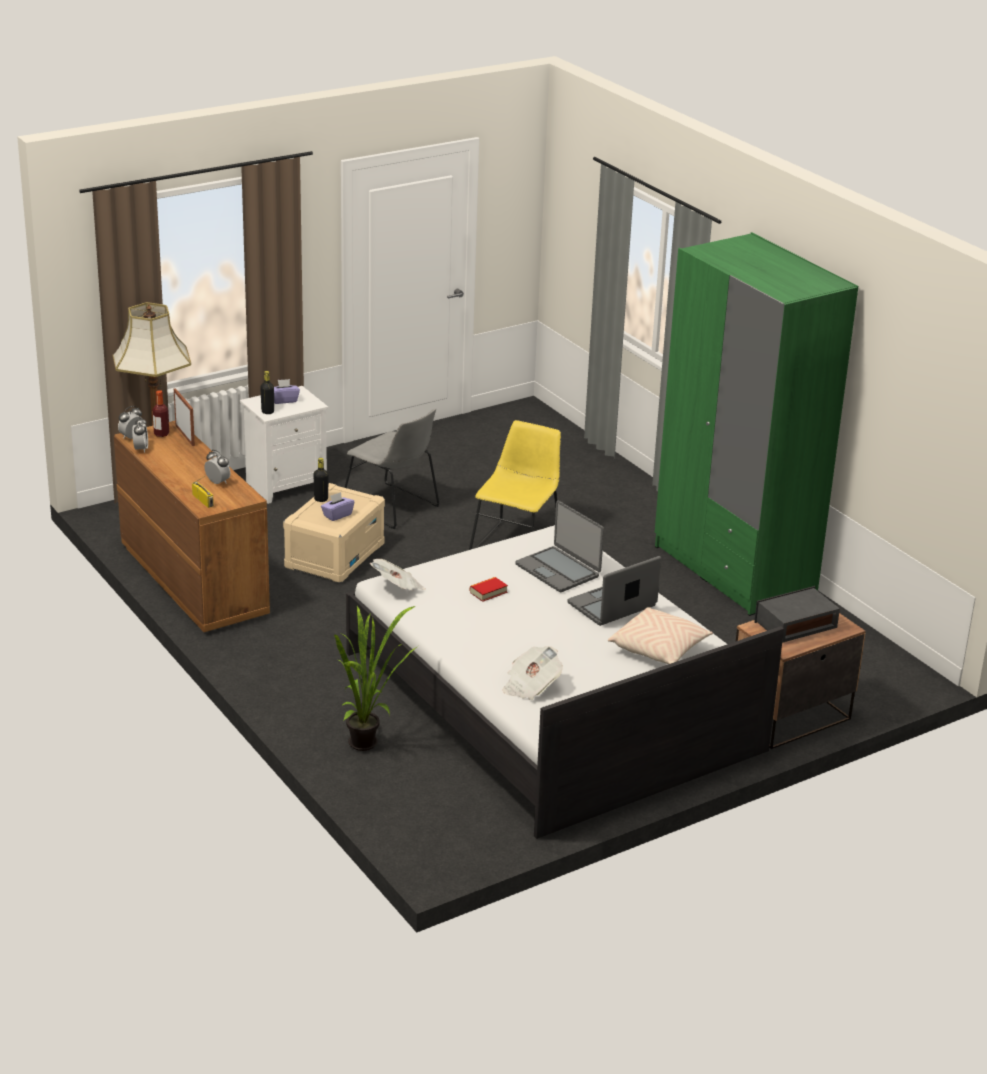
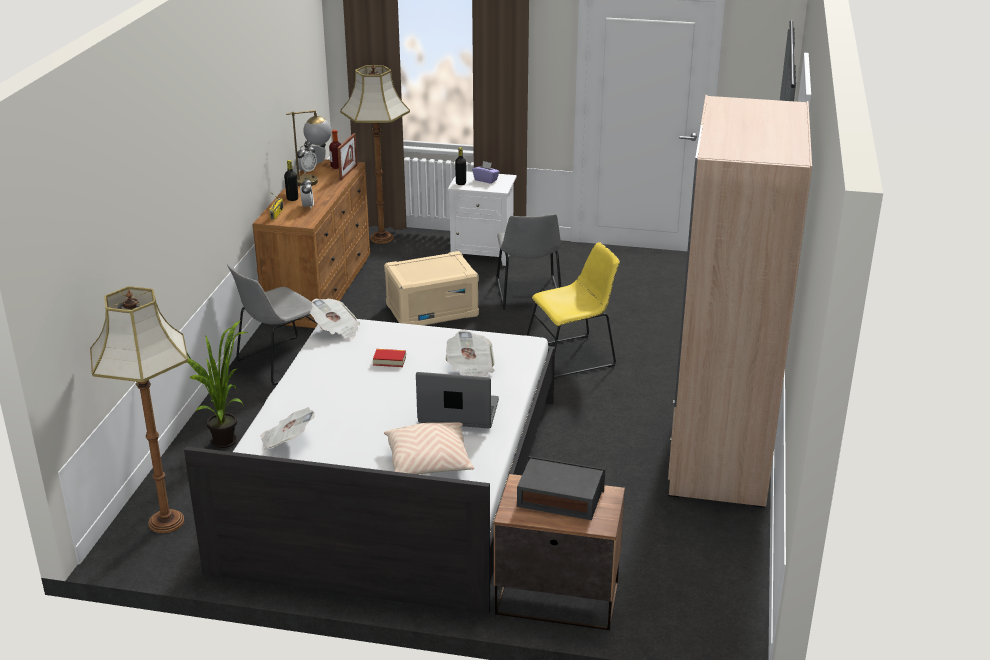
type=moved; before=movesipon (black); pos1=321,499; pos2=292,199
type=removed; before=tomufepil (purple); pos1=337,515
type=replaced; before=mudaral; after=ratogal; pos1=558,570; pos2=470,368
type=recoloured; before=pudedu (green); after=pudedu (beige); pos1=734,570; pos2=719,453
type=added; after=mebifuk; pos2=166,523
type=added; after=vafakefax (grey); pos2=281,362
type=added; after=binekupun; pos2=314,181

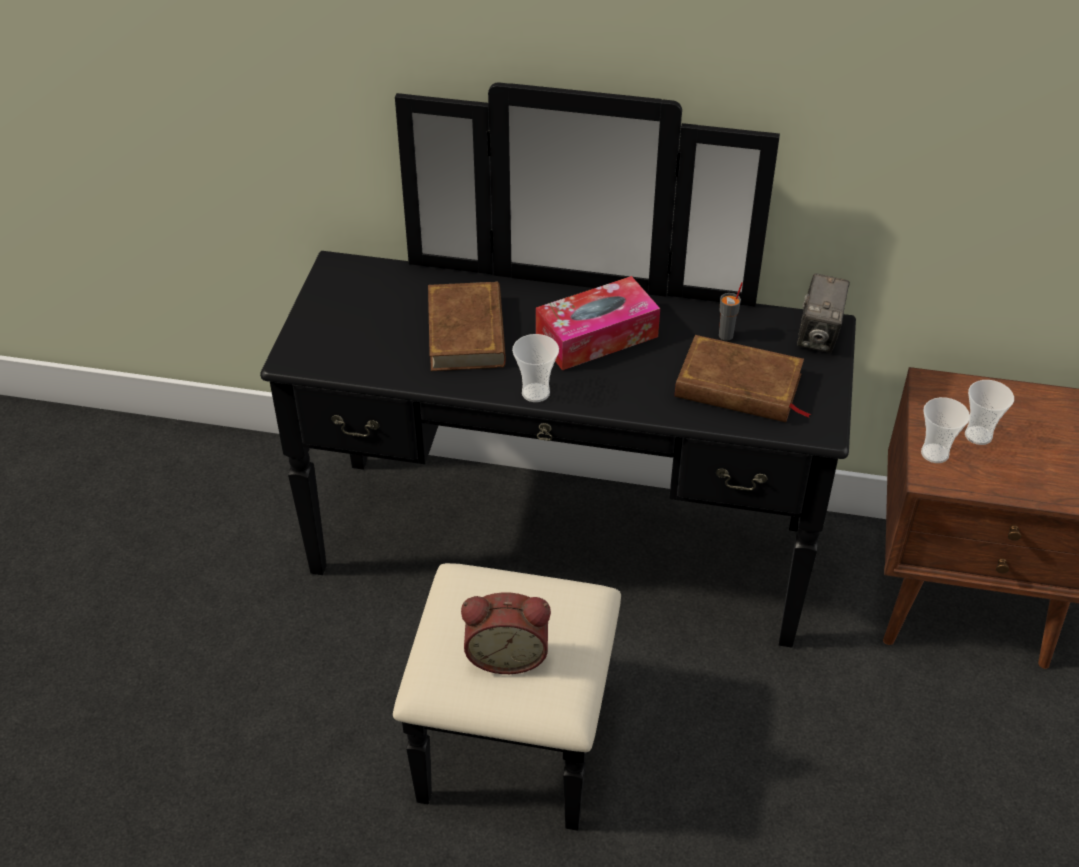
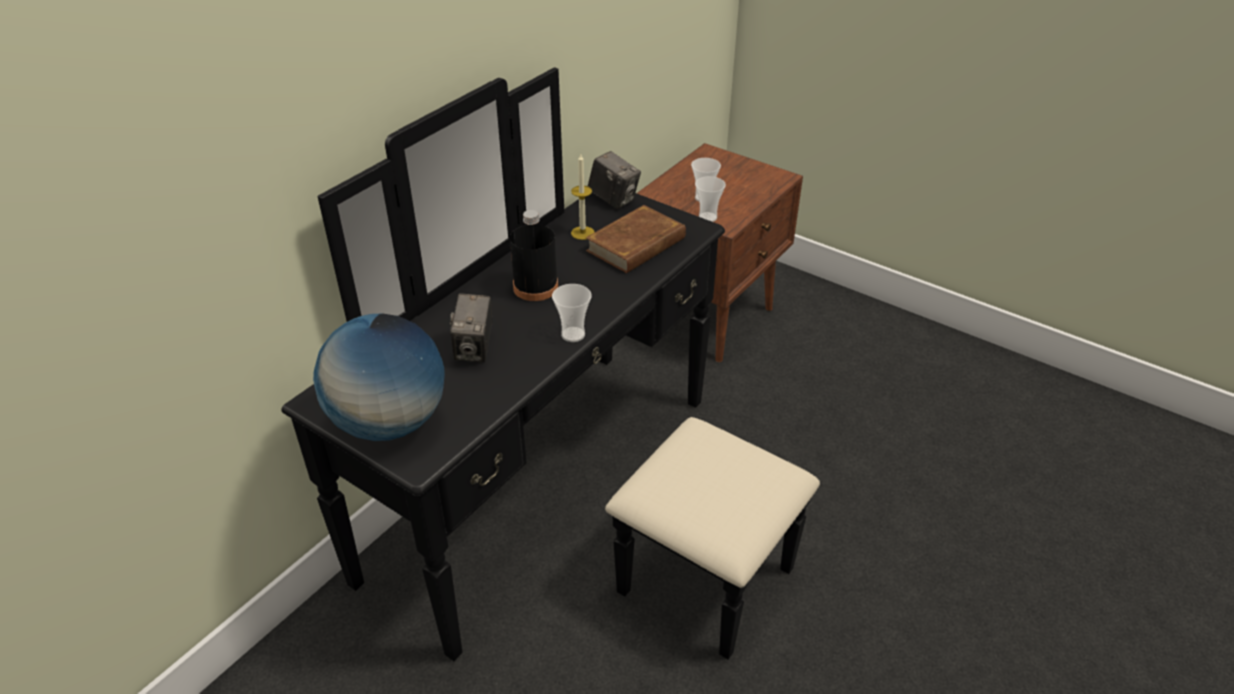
type=replaced; before=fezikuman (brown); after=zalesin; pos1=467,332; pos2=474,349
type=removed; before=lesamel; pos1=507,654
type=replaced; before=tomufepil; after=movesipon (black); pos1=596,336; pos2=535,287
type=replaced; before=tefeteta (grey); after=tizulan; pos1=726,335; pos2=582,233
type=added; after=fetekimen; pos2=389,422

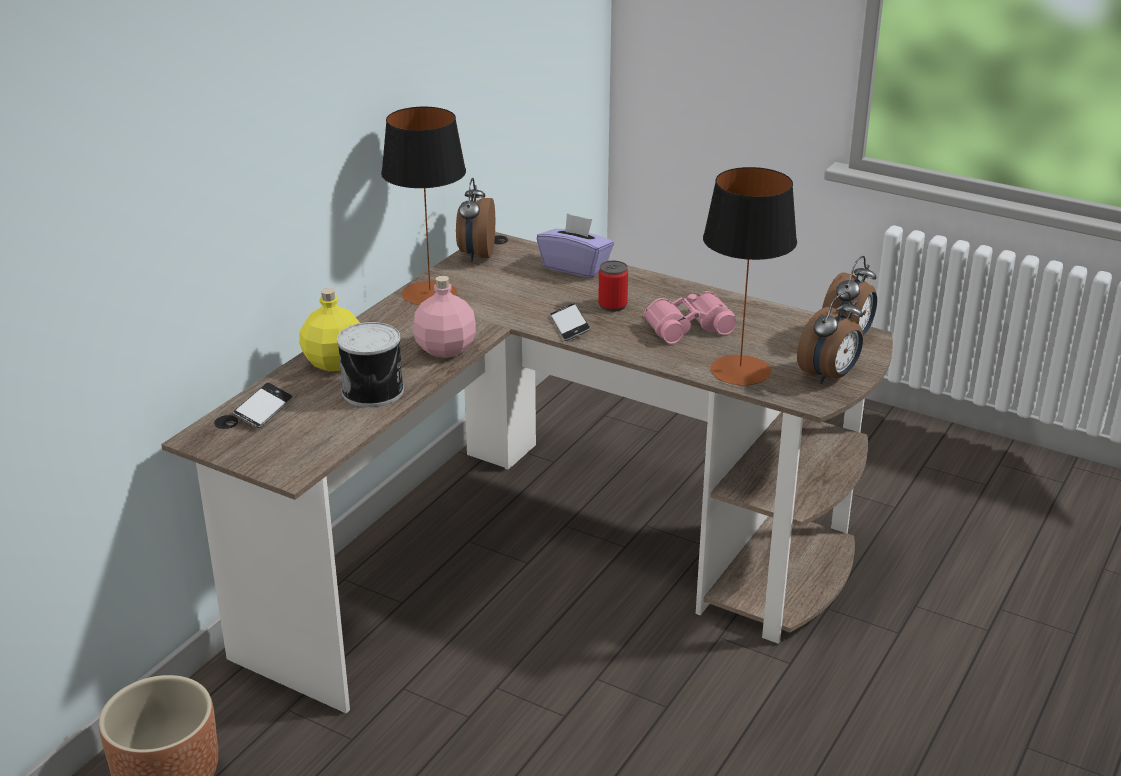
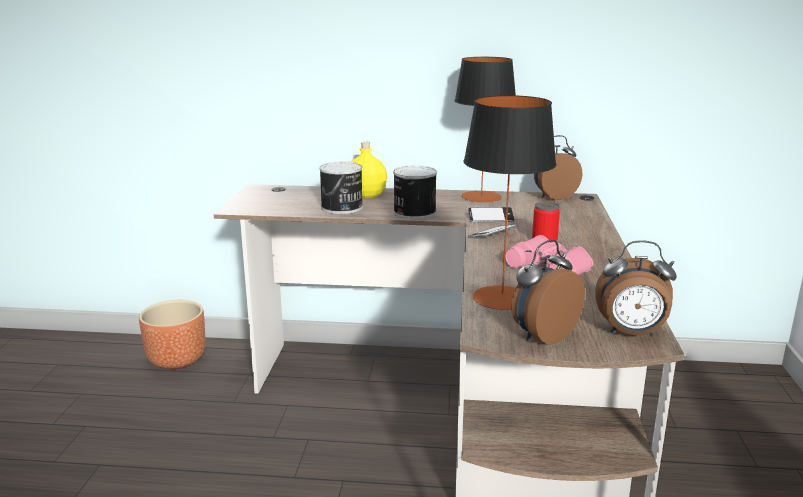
type=moved; before=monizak; pos1=263,410; pos2=490,219
type=replaced; before=movesipon (pink); after=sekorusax; pos1=444,349; pos2=413,212
type=removed; before=tomufepil (purple); pos1=575,267
type=turned; before=lesamel; pos1=829,376; pos2=542,336; turn=120

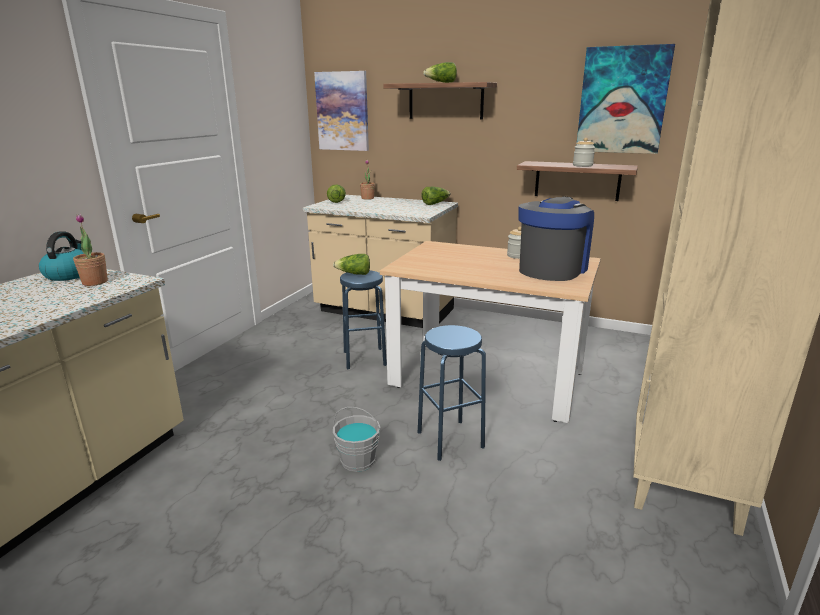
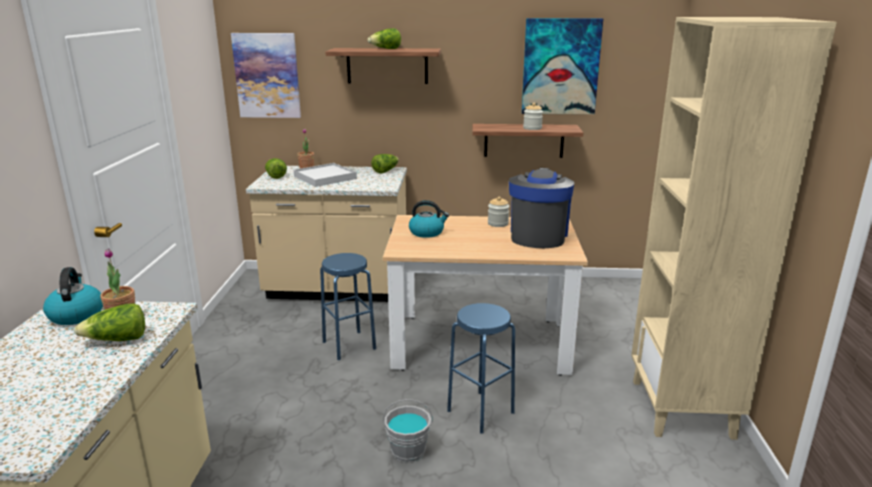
type=moved; before=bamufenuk; pos1=354,274; pos2=117,340
type=added; after=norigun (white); pos2=325,177
type=added; after=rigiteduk; pos2=427,232

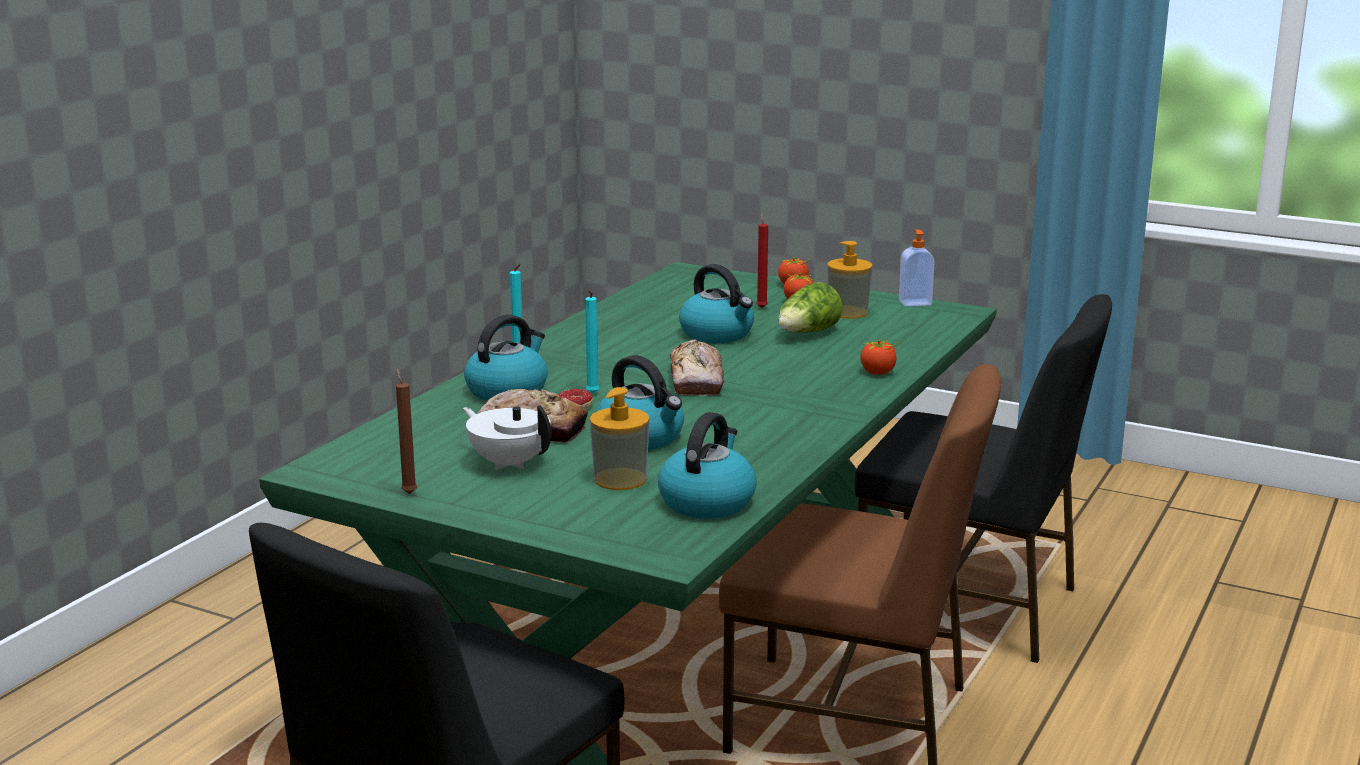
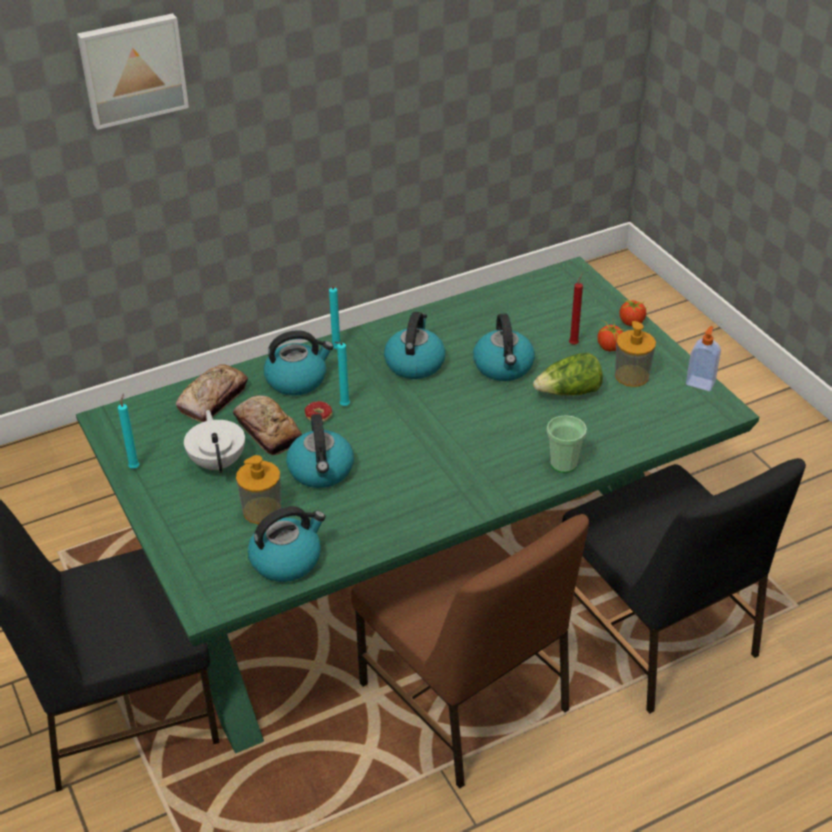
type=recoloured; before=tizulan (brown); after=tizulan (turquoise); pos1=408,492; pos2=135,467
type=moved; before=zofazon; pos1=696,380; pos2=213,399
type=replaced; before=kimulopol; after=tefeteta; pos1=878,372; pos2=563,464
type=added; after=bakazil; pos2=132,69
type=added; after=rigiteduk; pos2=414,363

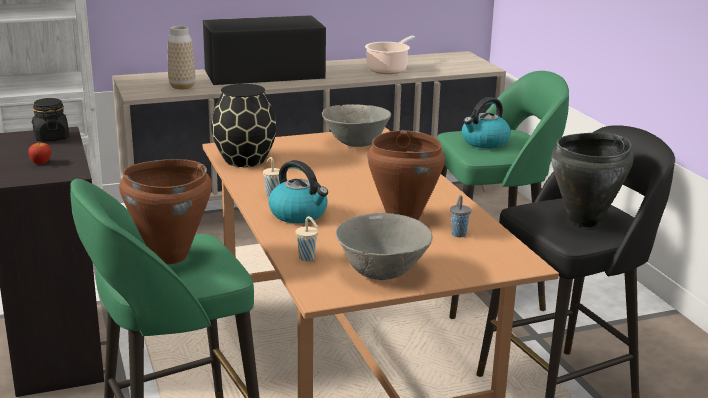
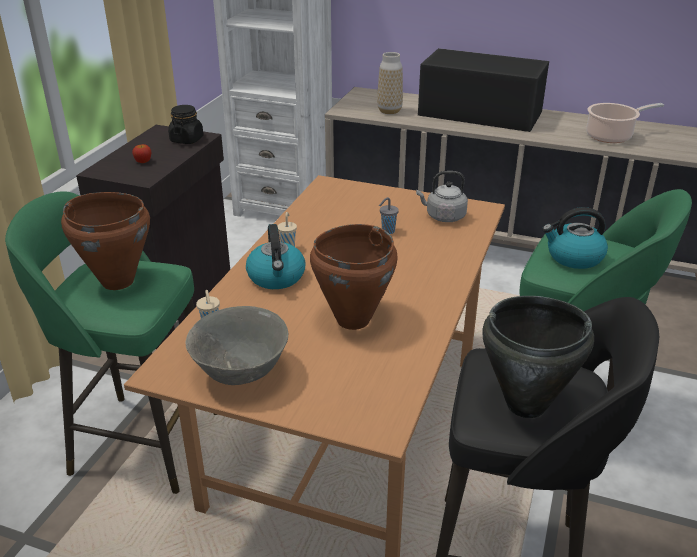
type=removed; before=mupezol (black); pos1=245,160
type=replaced; before=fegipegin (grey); after=rigiteduk (grey); pos1=355,144; pos2=443,216
type=moved; before=tefeteta (grey); pos1=458,235; pos2=387,231

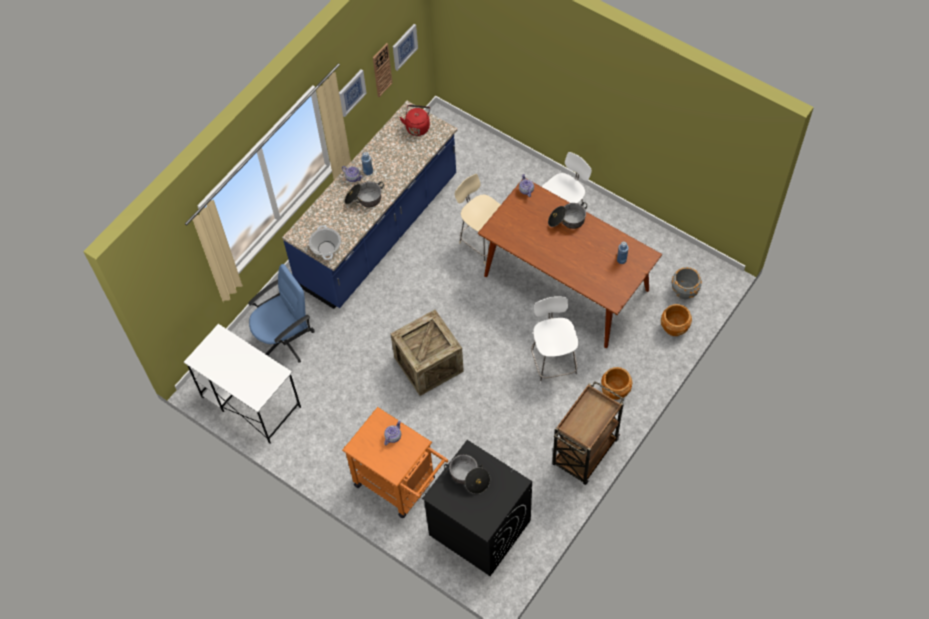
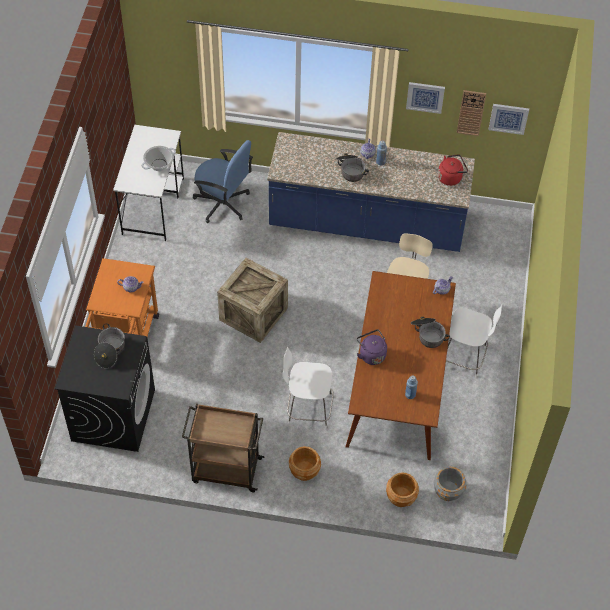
type=moved; before=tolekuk; pos1=326,248; pos2=159,165
type=turned; before=vafakefax (white); pos1=553,362; pos2=307,409; turn=-135
type=added; after=rigiteduk (purple); pos2=371,354

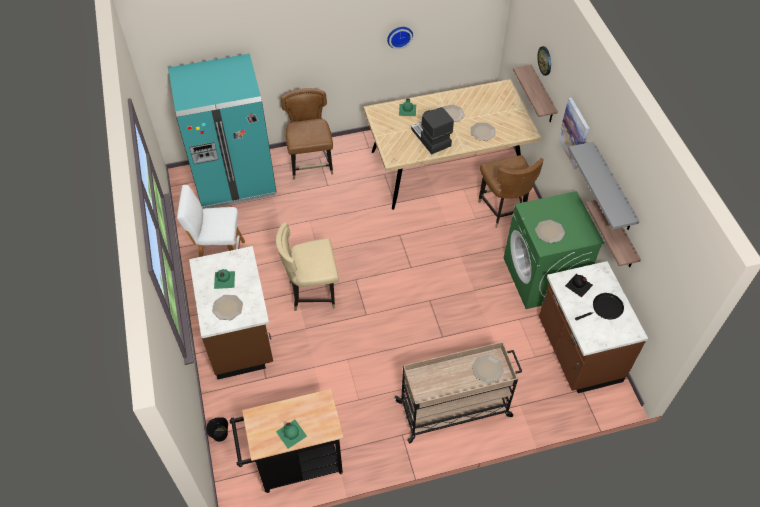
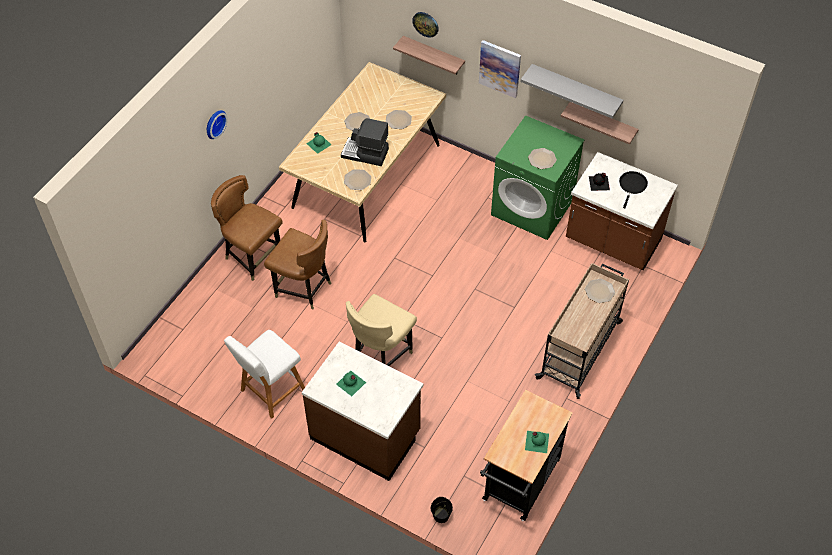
type=removed; before=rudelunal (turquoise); pos1=235,180
type=moved; before=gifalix; pos1=228,307; pos2=357,180
type=moved; before=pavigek; pos1=399,36; pos2=214,123
type=moved; before=vafakefax (brown); pos1=503,210; pos2=304,288

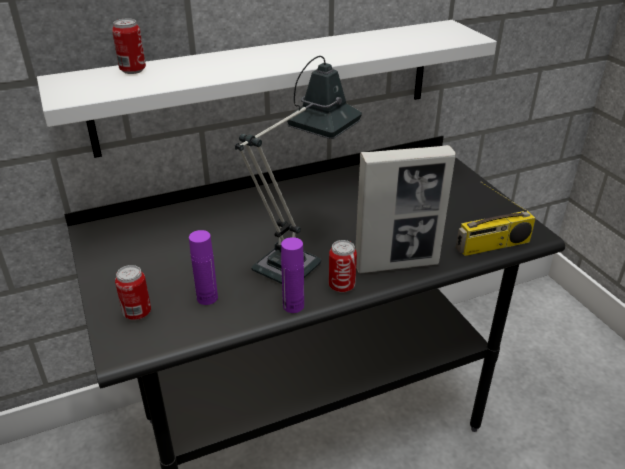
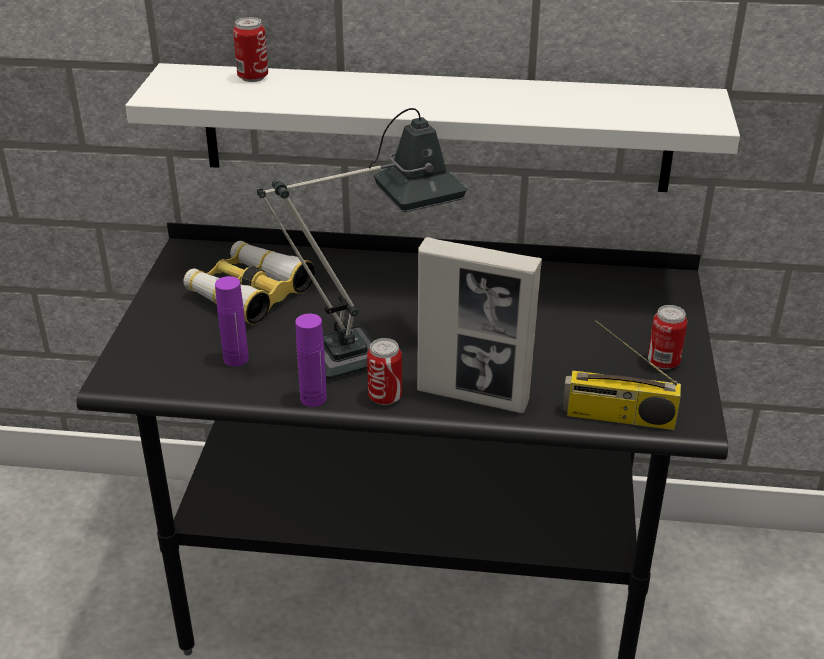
type=moved; before=sekorusax; pos1=137,313; pos2=663,362
type=added; after=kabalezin; pos2=249,292

